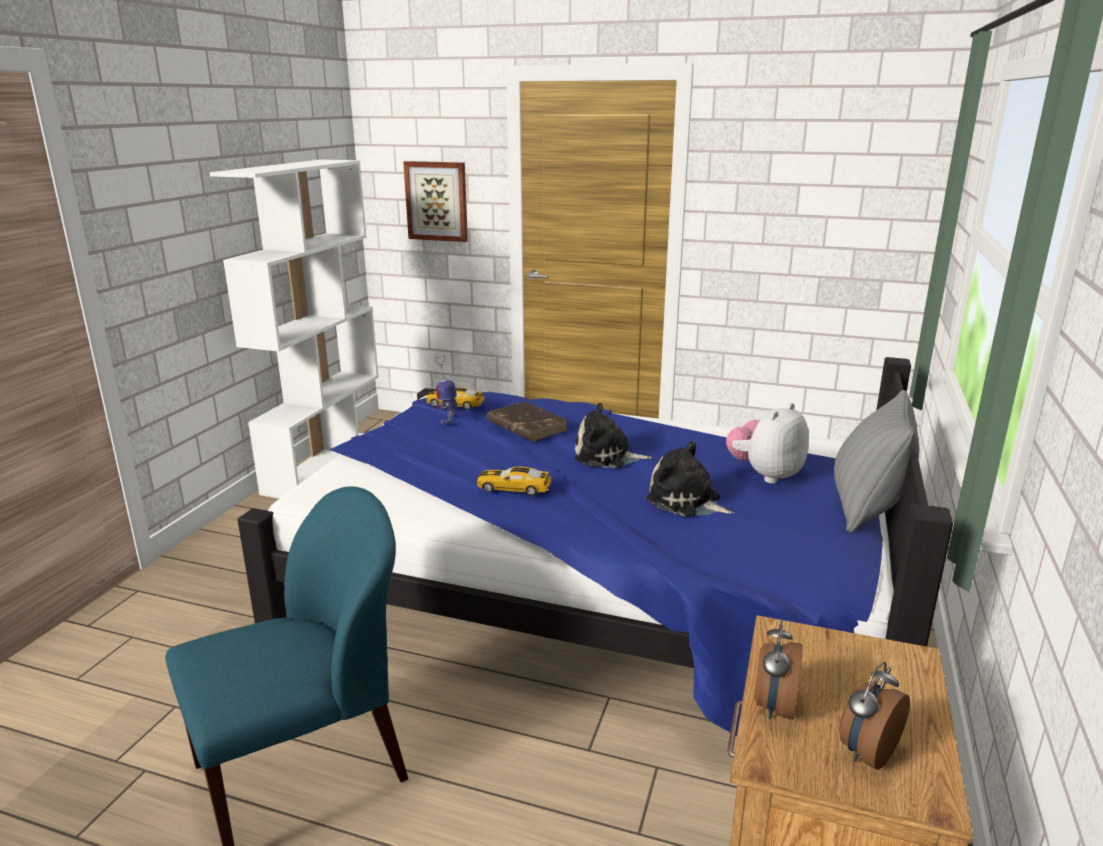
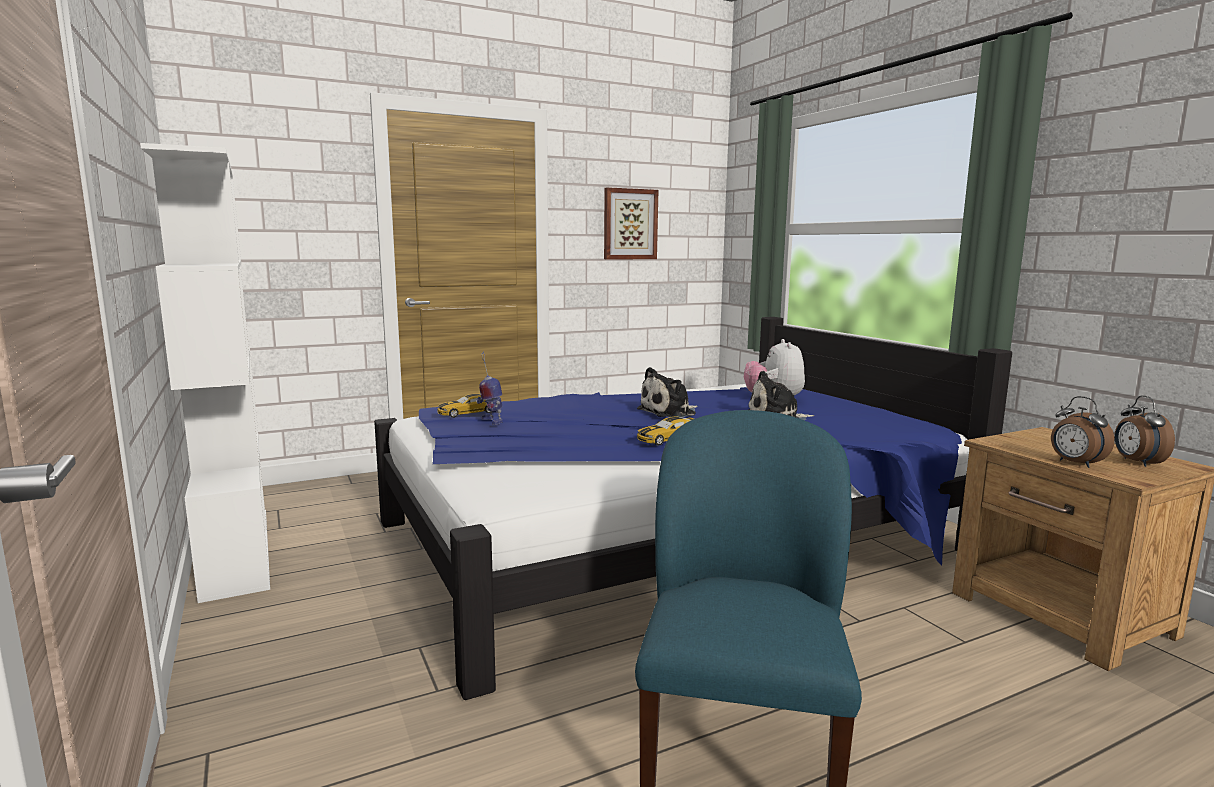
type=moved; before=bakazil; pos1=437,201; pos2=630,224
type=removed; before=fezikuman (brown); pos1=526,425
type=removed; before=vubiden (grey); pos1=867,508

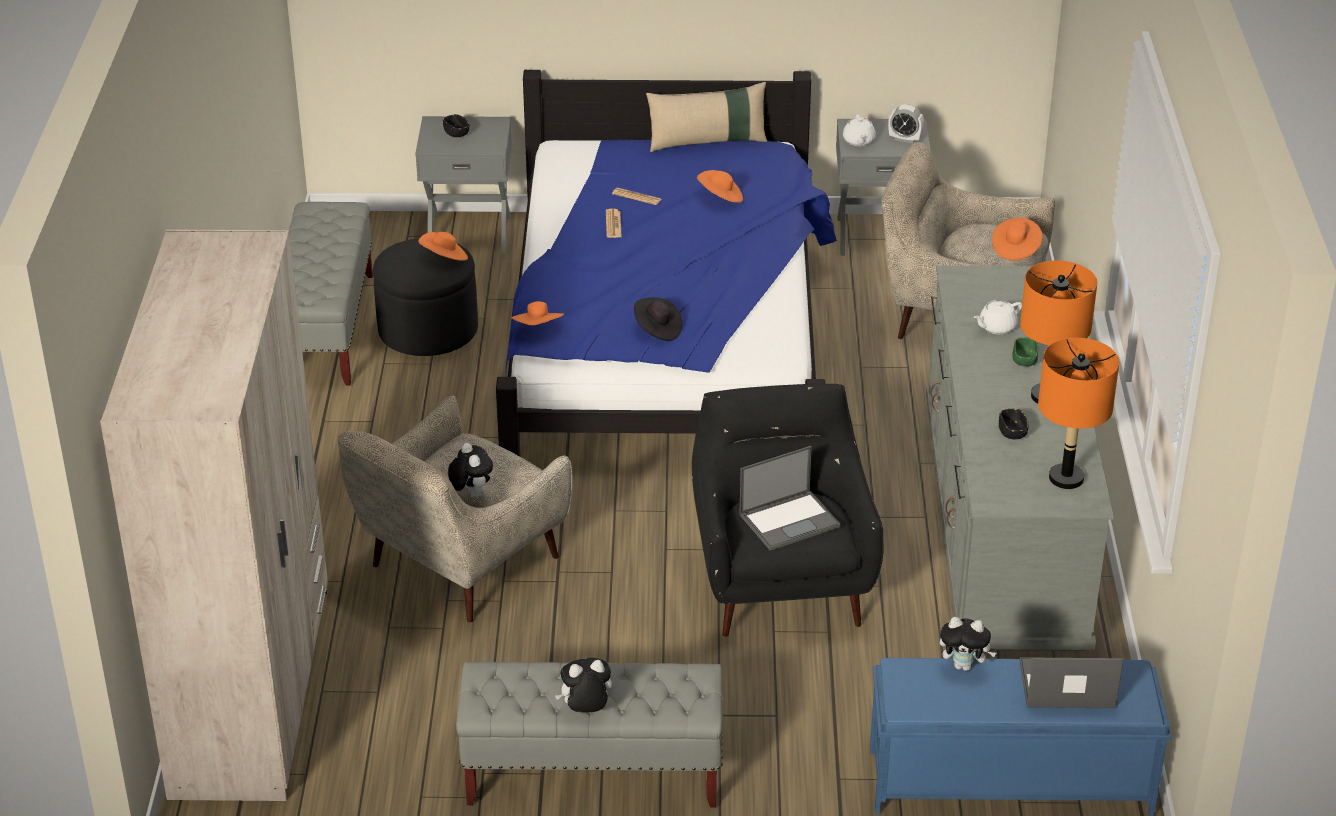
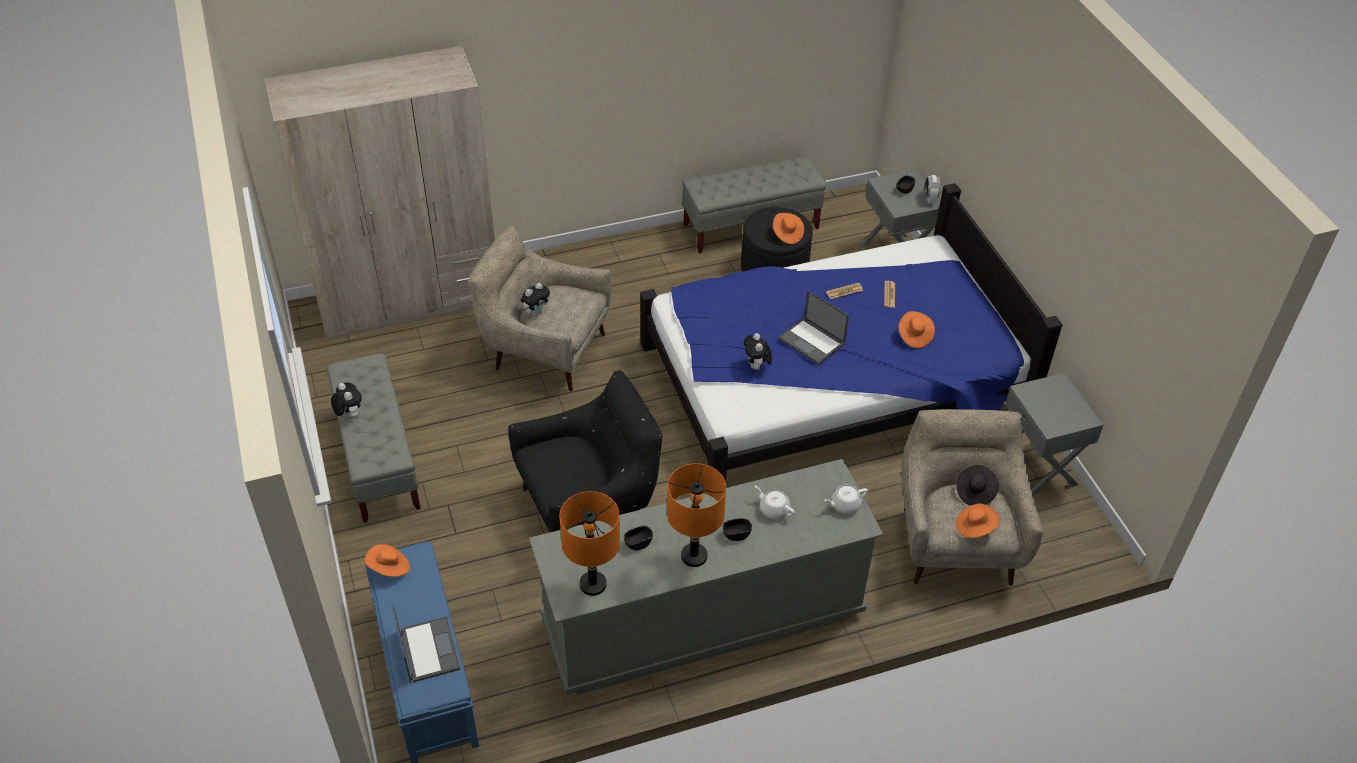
type=moved; before=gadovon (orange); pos1=538,329; pos2=389,568
type=moved; before=gadovon (black); pos1=657,329; pos2=974,492
type=removed; before=vubiden (beige); pos1=707,142
type=moved; before=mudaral; pos1=790,520; pos2=812,341
type=moved; before=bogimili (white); pos1=858,141; pos2=845,505
type=moved; before=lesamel; pos1=905,139; pos2=930,199
type=moved; before=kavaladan; pos1=964,666; pos2=756,367
type=recoloured; before=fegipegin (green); after=fegipegin (black); pos1=1024,360; pos2=736,534

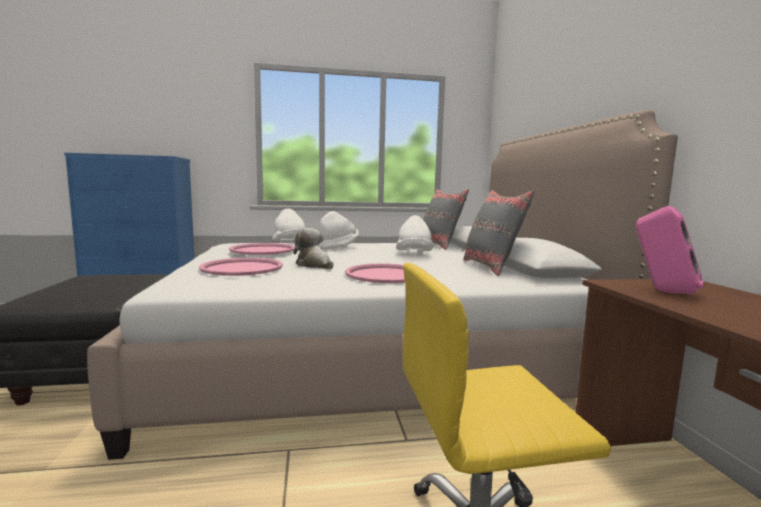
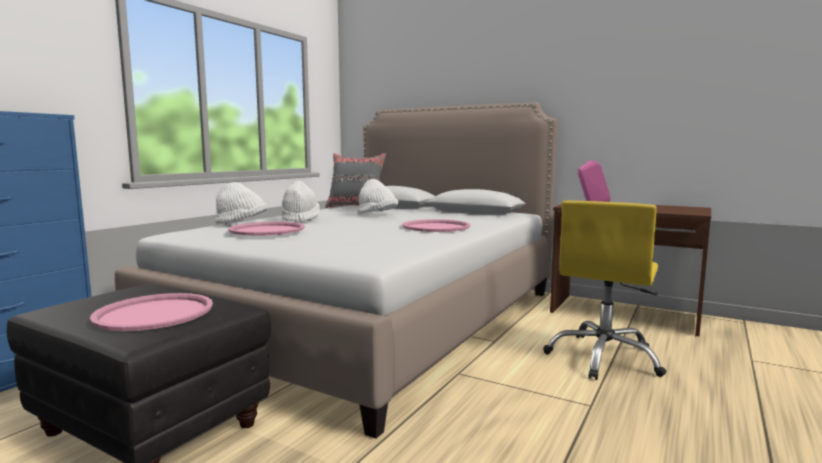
type=moved; before=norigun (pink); pos1=242,268; pos2=154,313
type=removed; before=kavaladan; pos1=314,265
type=removed; before=vubiden (grey); pos1=491,267

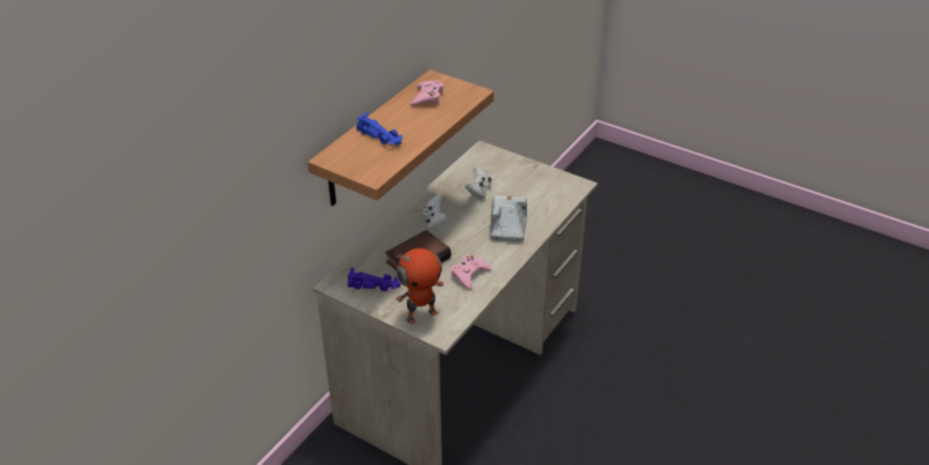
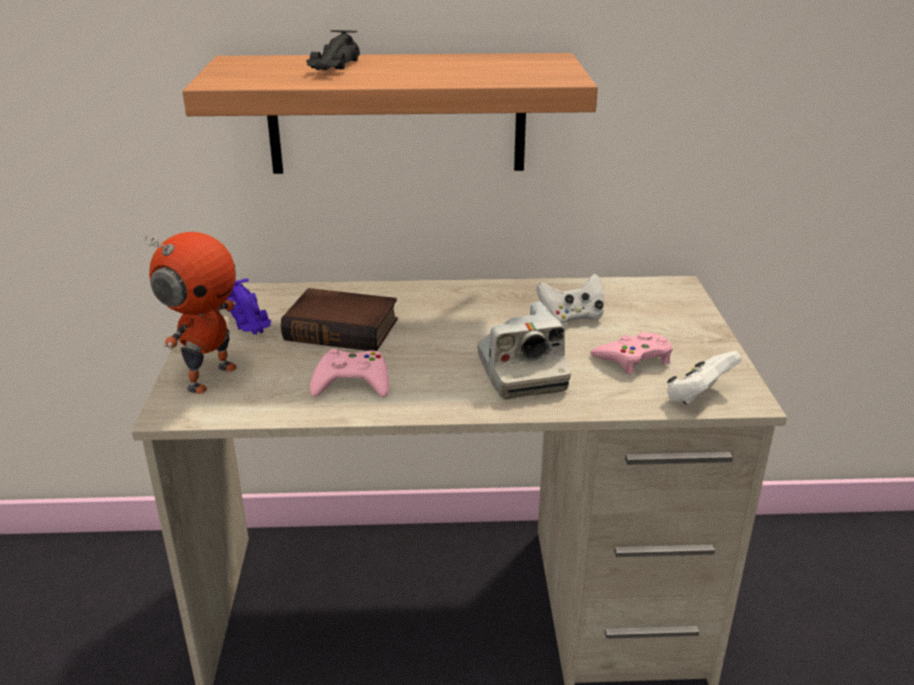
type=recoloured; before=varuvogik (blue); after=varuvogik (black); pos1=380,137; pos2=334,66
type=turned; before=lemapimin; pos1=421,314; pos2=209,377; turn=-90
type=moved; before=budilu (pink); pos1=427,97; pos2=634,358
type=moved; before=budilu (white); pos1=435,221; pos2=698,397
type=turned; before=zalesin; pos1=508,227; pos2=520,373; turn=105

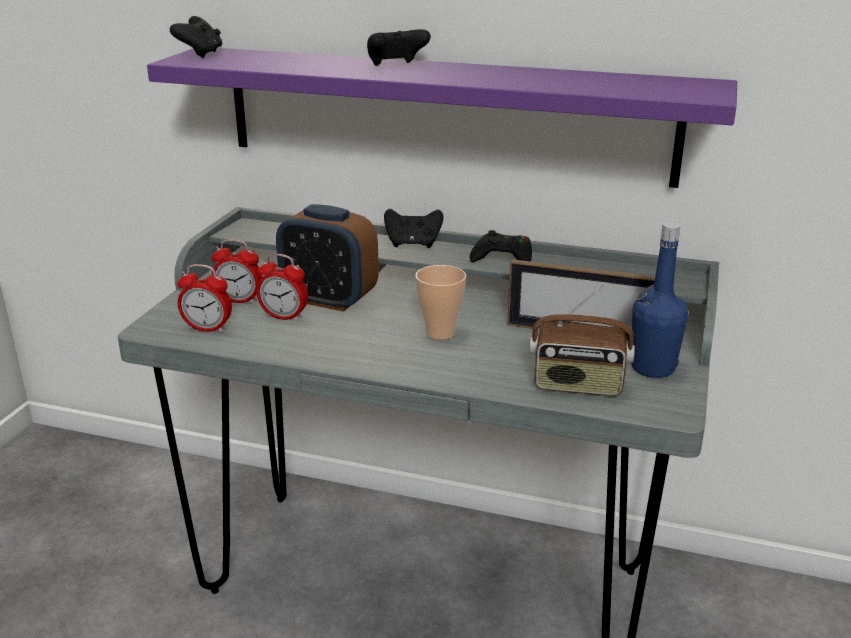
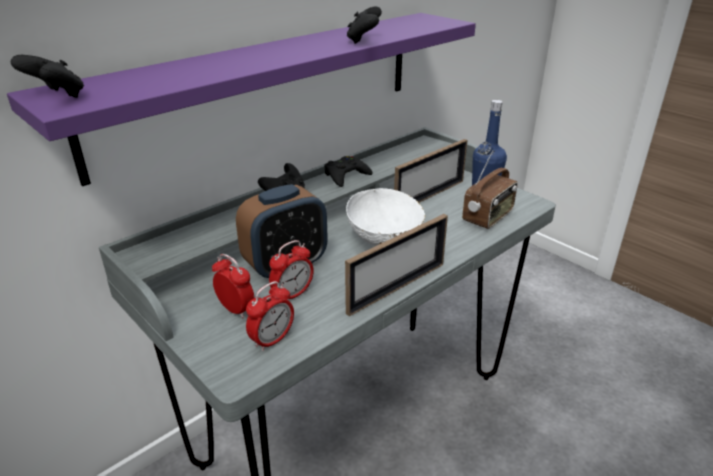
type=turned; before=lesamel; pos1=239,300; pos2=236,309; turn=-90
type=moved; before=budilu (black); pos1=396,66; pos2=363,40
type=replaced; before=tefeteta; after=fegipegin (white); pos1=440,333; pos2=385,238
type=added; after=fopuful; pos2=397,287

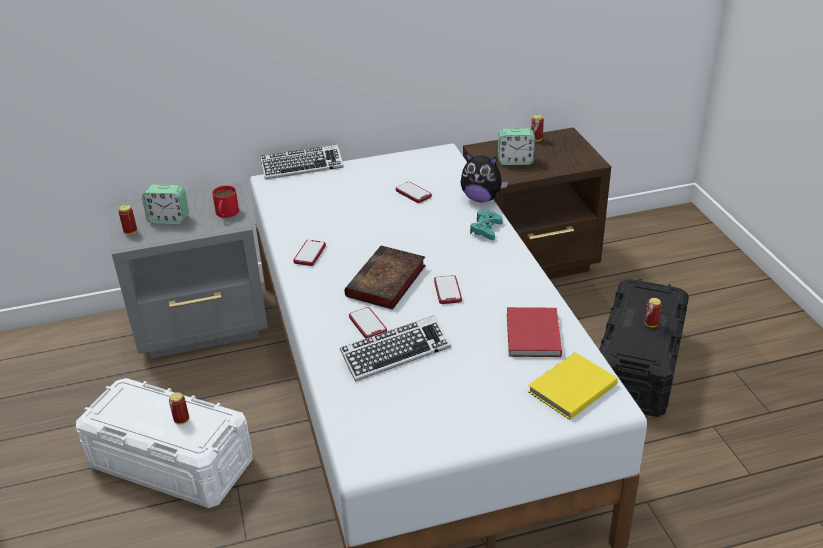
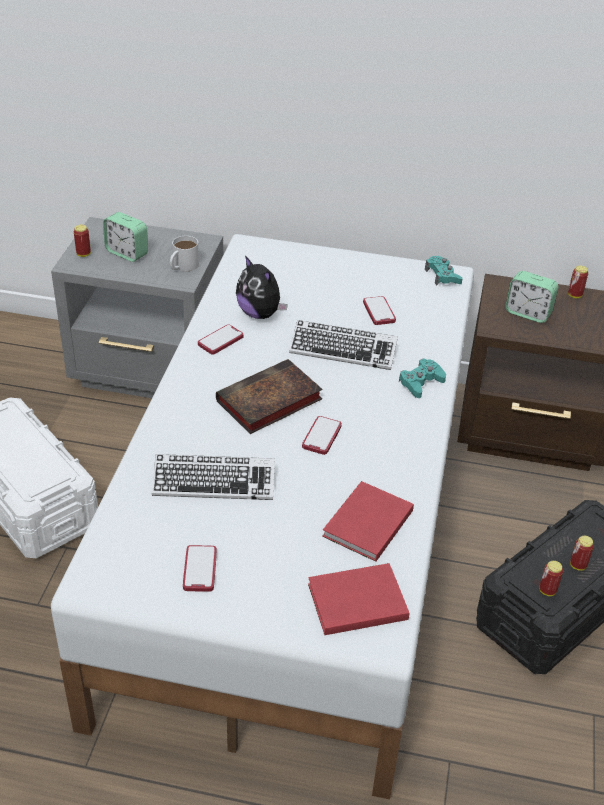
type=moved; before=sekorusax; pos1=181,420; pos2=547,591
type=recoloured; before=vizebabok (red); after=vizebabok (white); pos1=226,214; pos2=182,266
type=moved; before=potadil; pos1=302,166; pos2=343,350
type=moved; before=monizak; pos1=367,324; pos2=200,569
type=moved; before=kavaladan; pos1=481,198; pos2=260,313
type=recoloured; before=fezikuman (yellow); after=fezikuman (red); pos1=570,388; pos2=354,601
type=added; after=budilu (turquoise); pos2=442,276

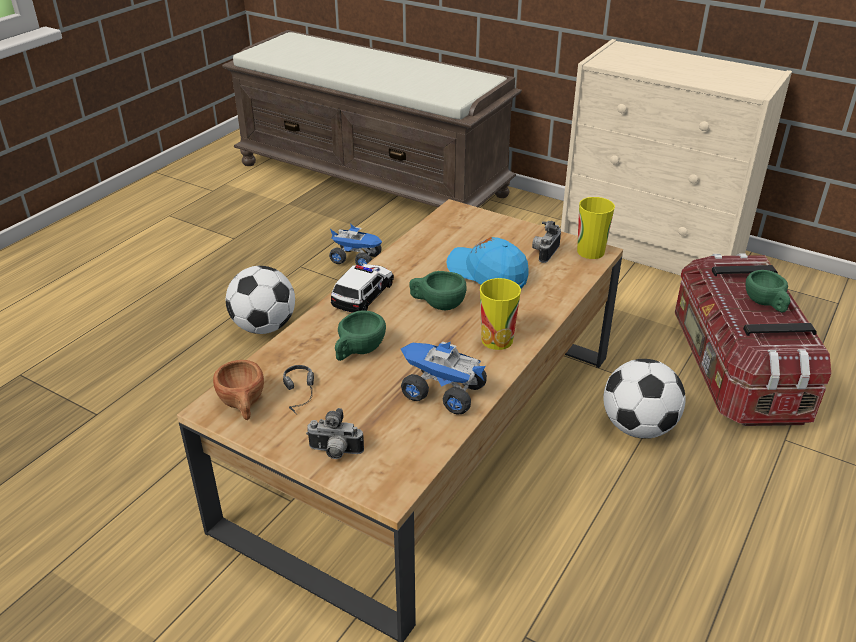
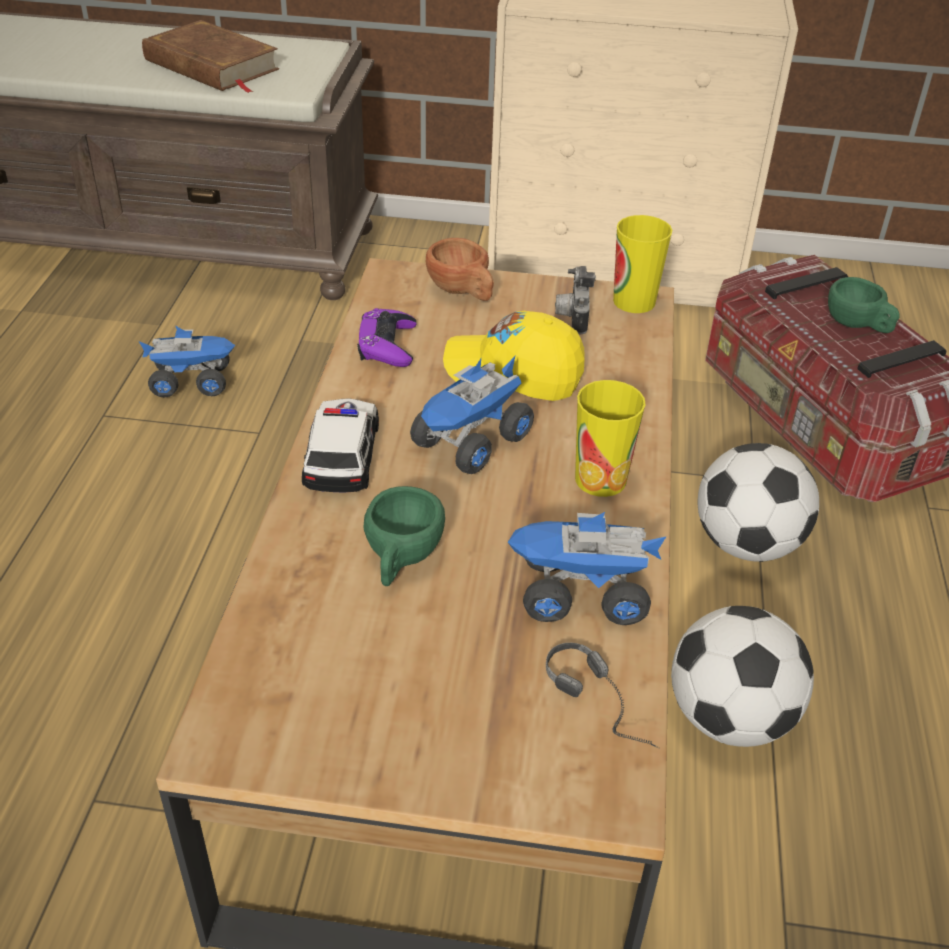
type=moved; before=tefeteta (brown); pos1=243,405; pos2=463,292
type=moved; before=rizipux; pos1=264,327; pos2=728,717
type=moved; before=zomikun; pos1=302,398; pos2=608,706
type=removed; before=zalesin; pos1=335,452
type=replaced; before=tefeteta (green); after=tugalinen; pos1=437,304; pos2=471,442
type=recoloured; before=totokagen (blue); after=totokagen (yellow); pos1=487,275; pos2=513,373
type=added; after=fezikuman (brown); pos2=211,65
type=added; after=budilu (purple); pos2=387,345

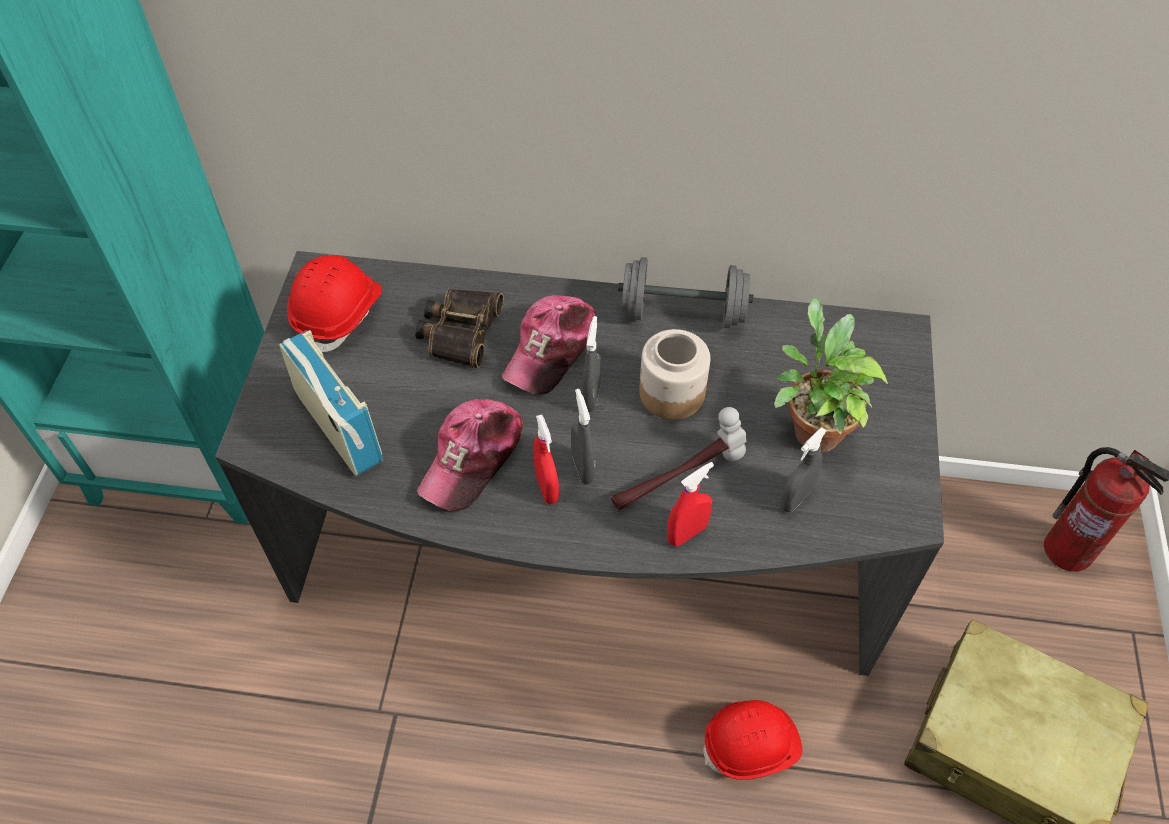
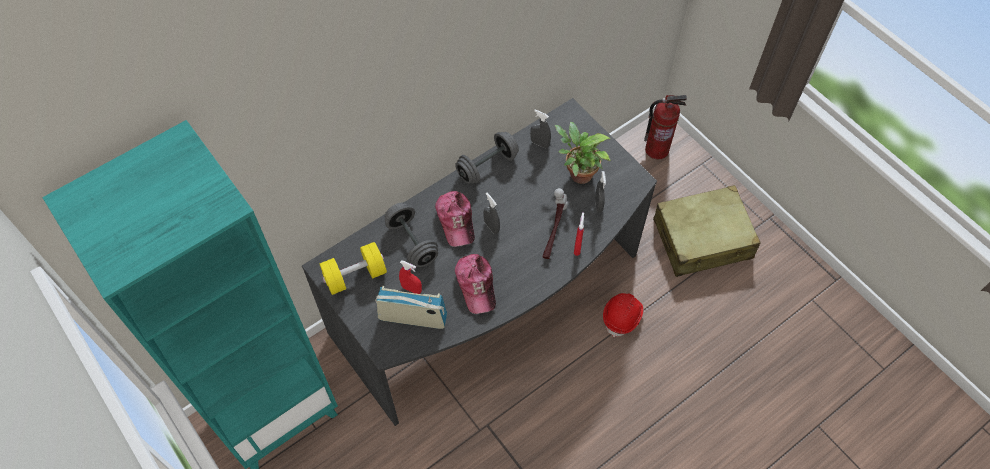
type=replaced; before=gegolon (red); after=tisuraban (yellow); pos1=339,314; pos2=355,276
type=replaced; before=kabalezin; after=tisuraban (grey); pos1=459,331; pos2=412,242
type=moved; before=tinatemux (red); pos1=547,488; pos2=411,289
type=moved; before=tinatemux (grey); pos1=583,468; pos2=539,143
type=removed; before=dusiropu; pos1=671,394

